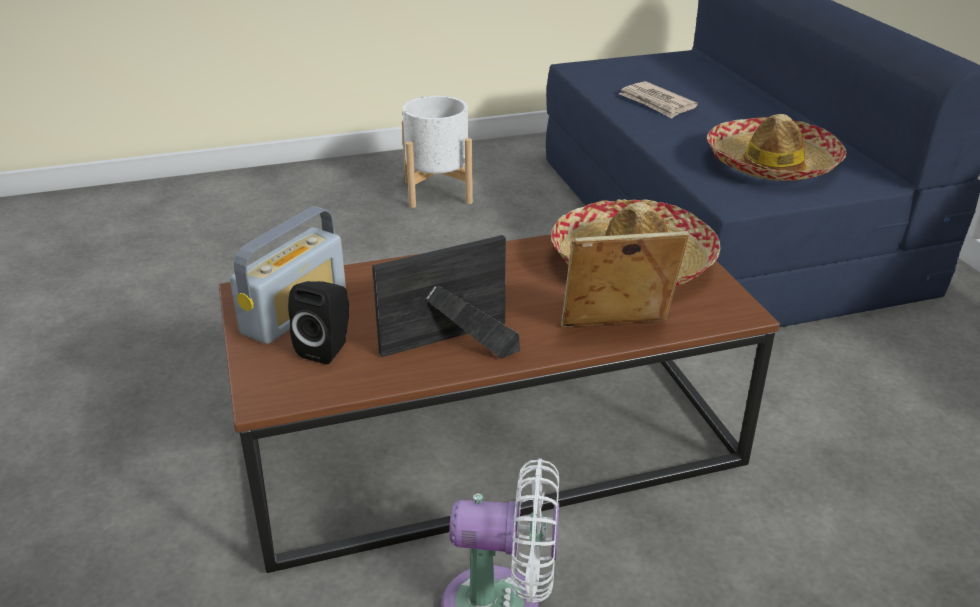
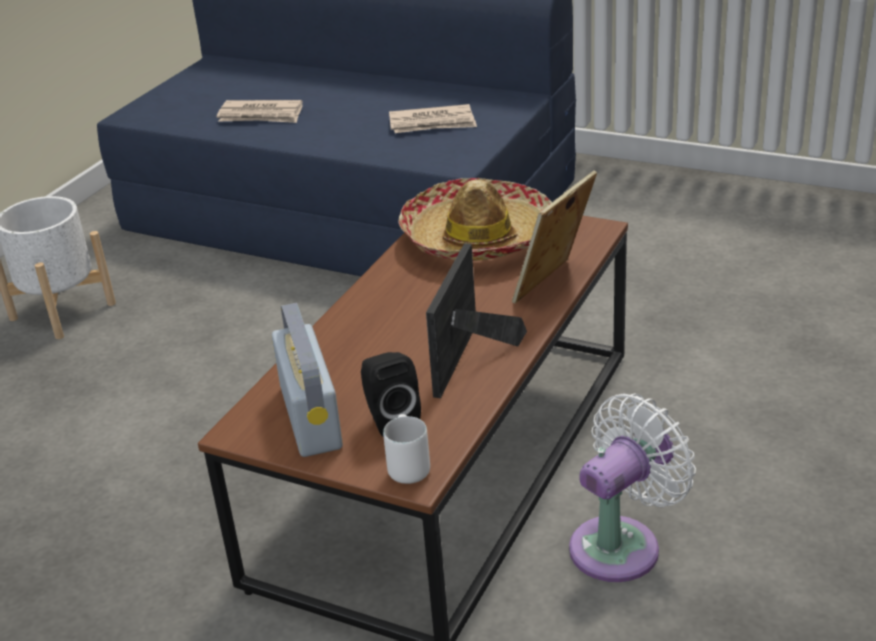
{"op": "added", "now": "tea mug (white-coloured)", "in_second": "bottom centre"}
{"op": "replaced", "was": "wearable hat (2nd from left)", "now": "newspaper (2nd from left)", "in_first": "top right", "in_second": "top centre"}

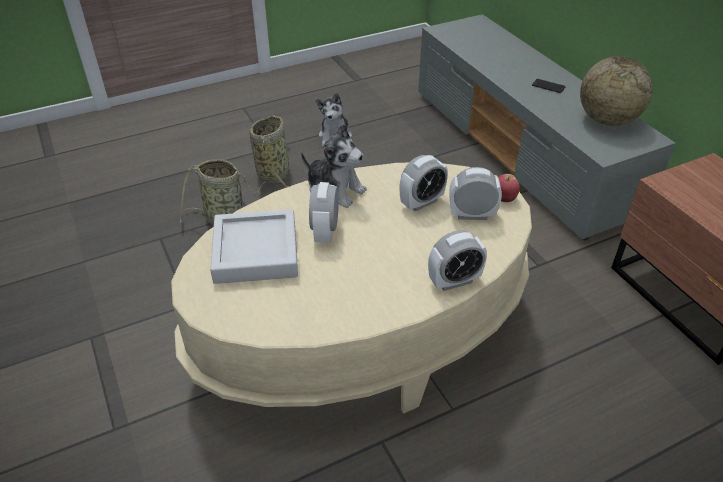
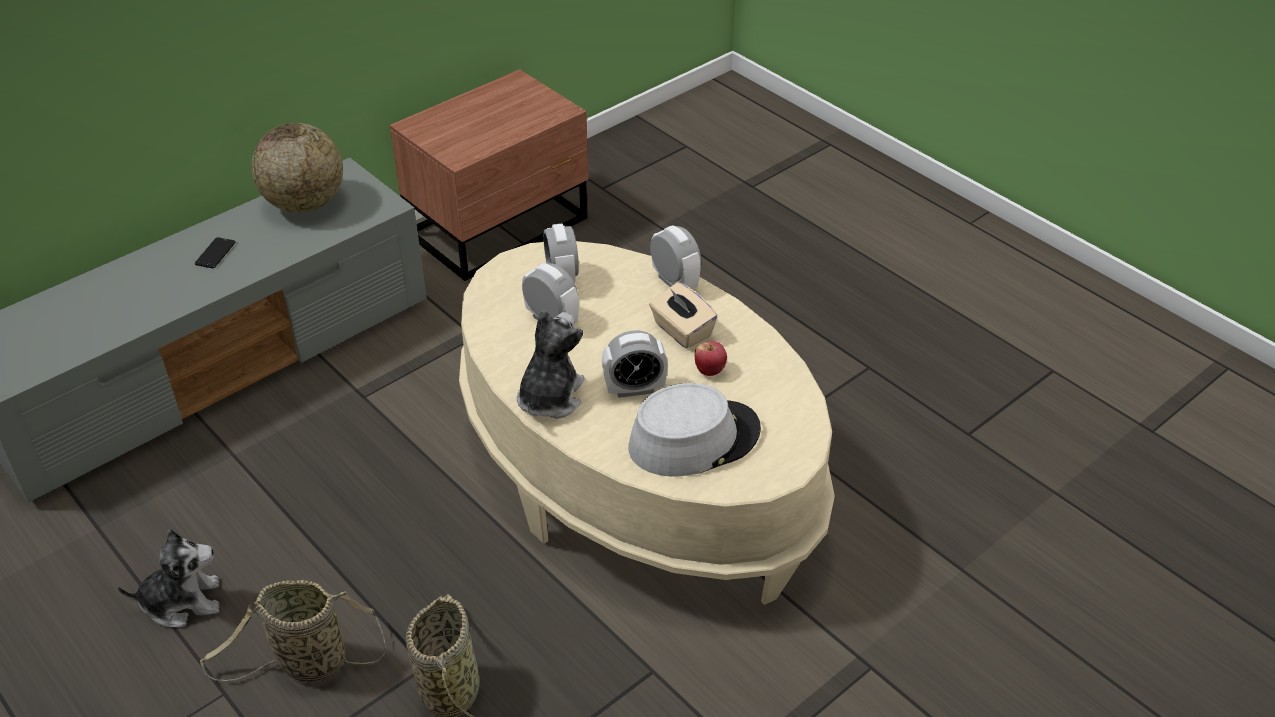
{"op": "added", "now": "tissue box (beige-coloured)", "in_second": "centre"}
{"op": "moved", "was": "whole apple", "in_first": "middle right", "in_second": "centre"}
{"op": "replaced", "was": "serving tray (grey)", "now": "wearable hat (grey)", "in_first": "centre", "in_second": "centre"}

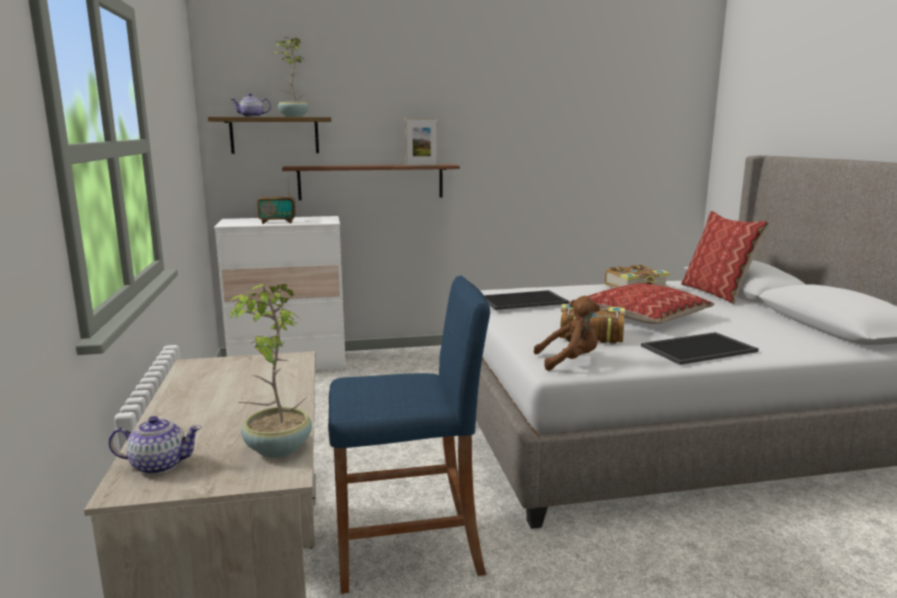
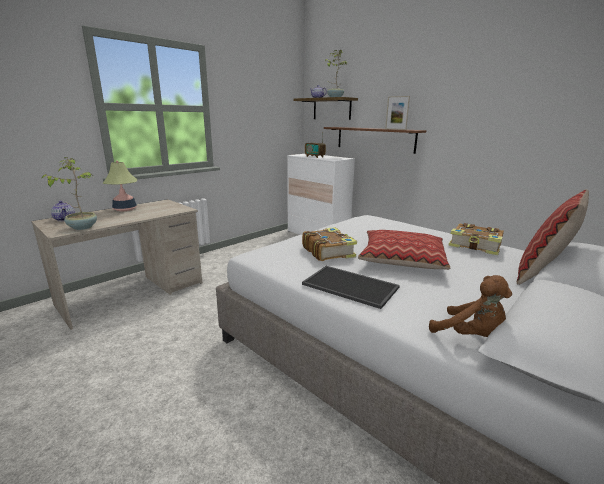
{"op": "removed", "was": "stool seat (blue)", "in_first": "bottom centre"}
{"op": "removed", "was": "serving tray (1st from left)", "in_first": "centre"}
{"op": "added", "now": "table lamp", "in_second": "middle left"}
{"op": "moved", "was": "soft toy (brown-coloured)", "in_first": "centre", "in_second": "middle right"}

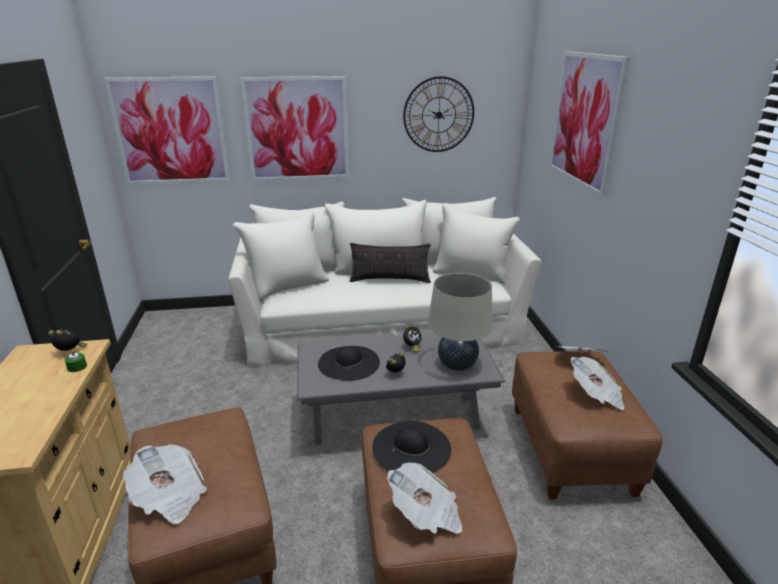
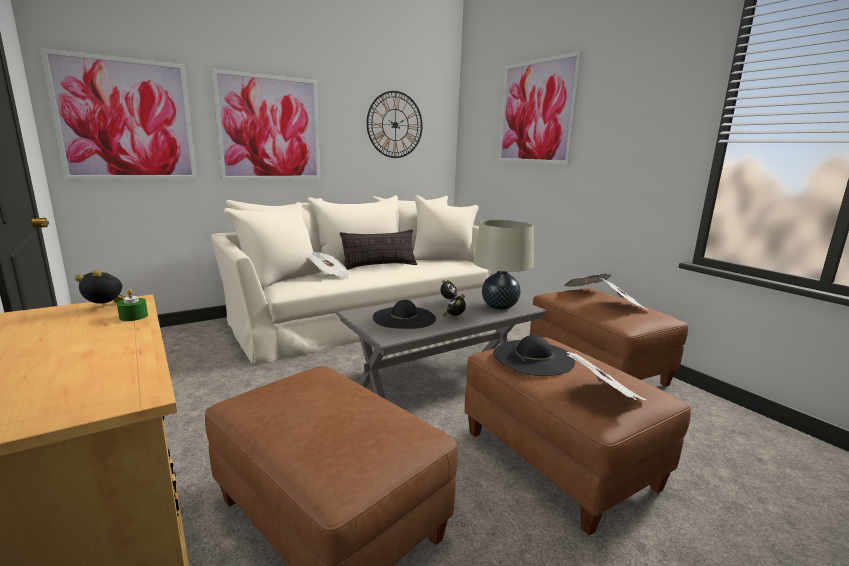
{"op": "moved", "was": "newspaper (1st from left)", "in_first": "bottom left", "in_second": "centre"}

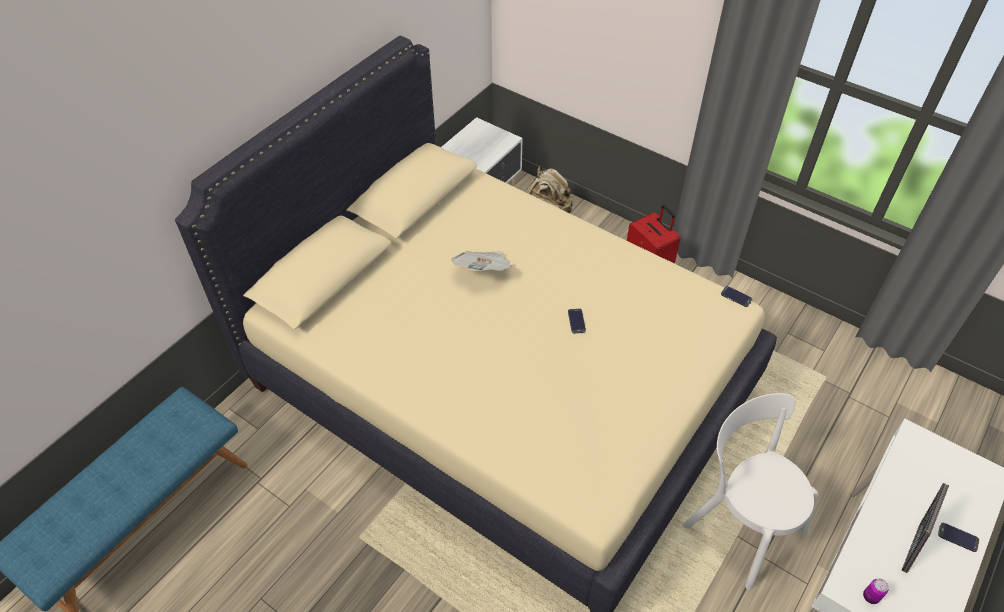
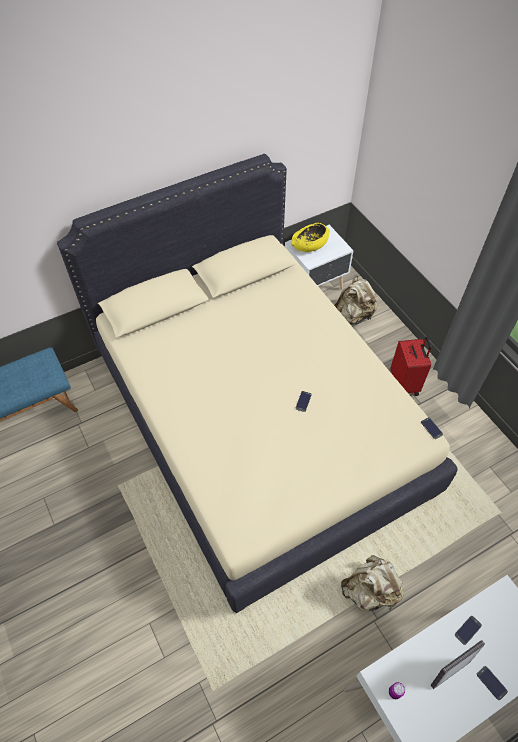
{"op": "removed", "was": "newspaper", "in_first": "centre"}
{"op": "added", "now": "serving bowl (yellowish)", "in_second": "top centre"}
{"op": "added", "now": "telephone (3rd from left)", "in_second": "bottom right"}
{"op": "replaced", "was": "upright chair (white-coloured)", "now": "knapsack (beige-coloured) (2nd from left)", "in_first": "bottom right", "in_second": "bottom right"}

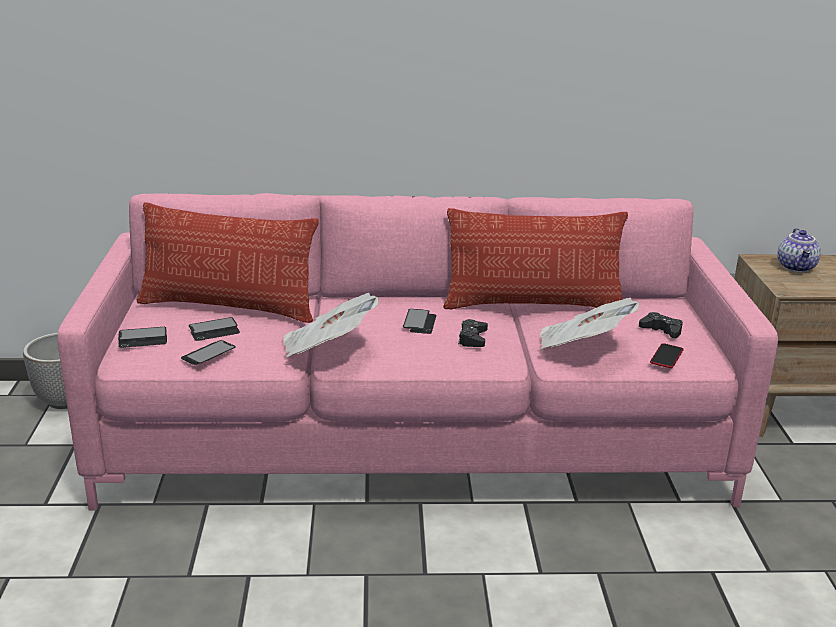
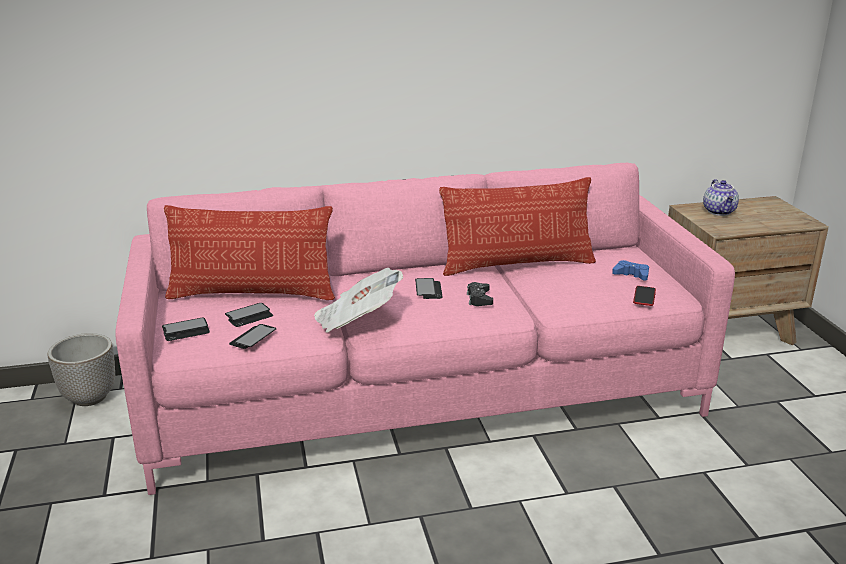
{"op": "removed", "was": "newspaper (2nd from left)", "in_first": "middle right"}
{"op": "recoloured", "was": "joypad (black) (2nd from left)", "now": "joypad (blue)", "in_first": "middle right", "in_second": "middle right"}

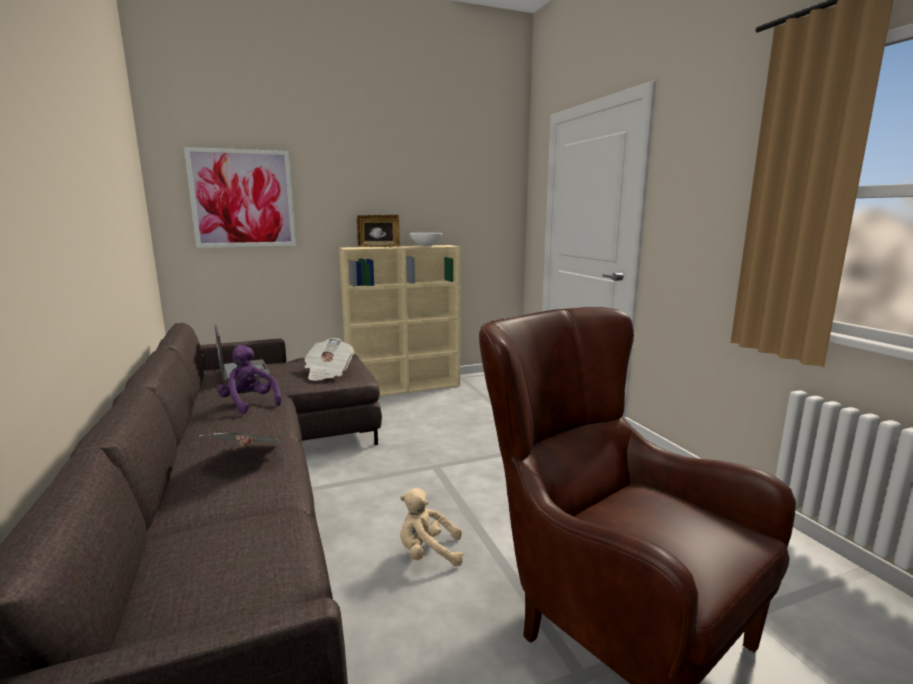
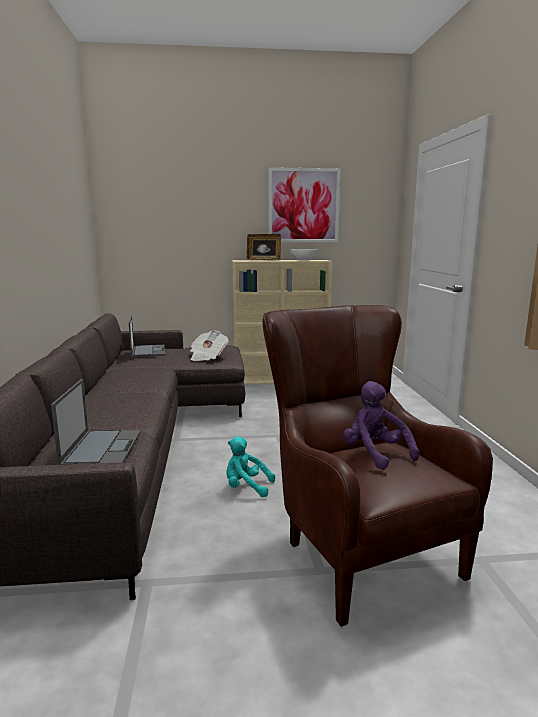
{"op": "removed", "was": "newspaper (1st from left)", "in_first": "middle left"}
{"op": "added", "now": "portable computer (1st from left)", "in_second": "middle left"}
{"op": "moved", "was": "picture", "in_first": "top left", "in_second": "top centre"}
{"op": "moved", "was": "soft toy (purple-coloured)", "in_first": "middle left", "in_second": "middle right"}
{"op": "recoloured", "was": "soft toy (beige-coloured)", "now": "soft toy (turquoise)", "in_first": "bottom centre", "in_second": "centre"}

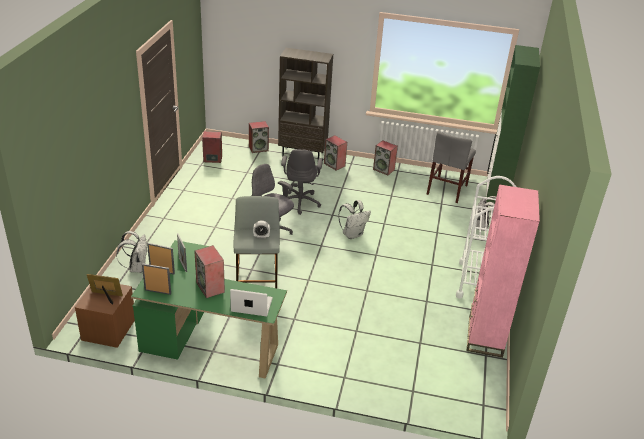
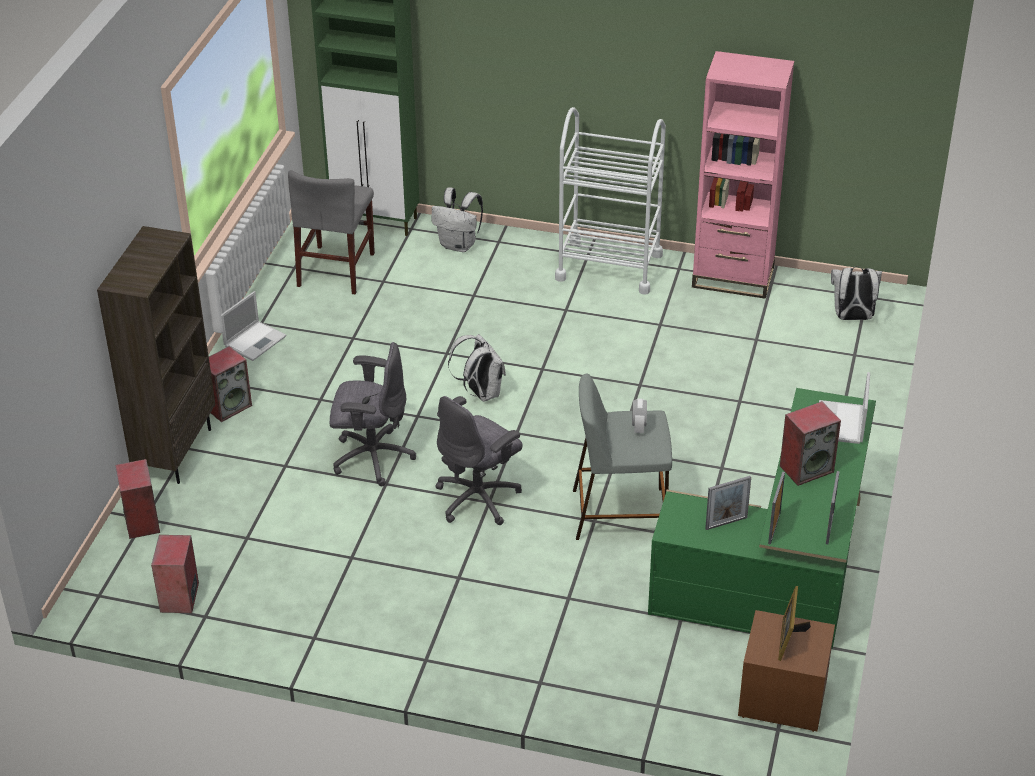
{"op": "moved", "was": "knapsack (white-coloured) (1st from left in the first image)", "now": "knapsack (white-coloured) (3rd from left)", "in_first": "middle left", "in_second": "middle right"}
{"op": "replaced", "was": "audio speaker (5th from left)", "now": "portable computer (1st from left)", "in_first": "centre", "in_second": "middle left"}
{"op": "turned", "was": "upright chair (grey)", "in_first": "middle right", "in_second": "top left", "clockwise": 75}

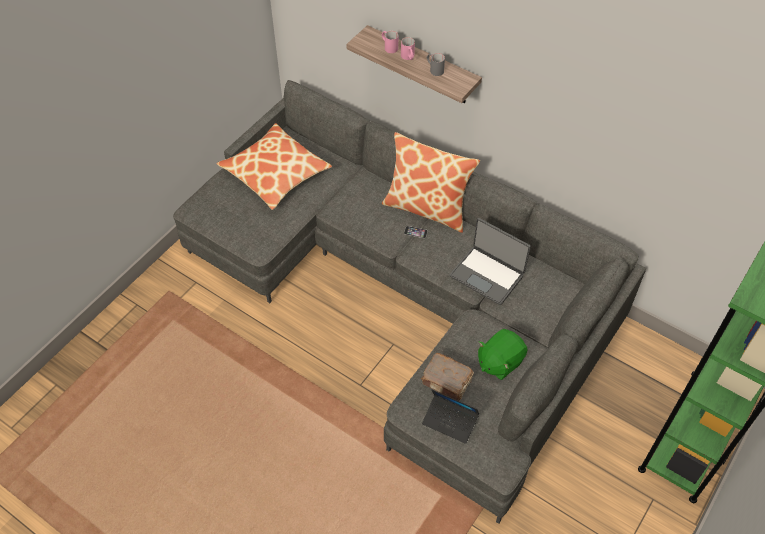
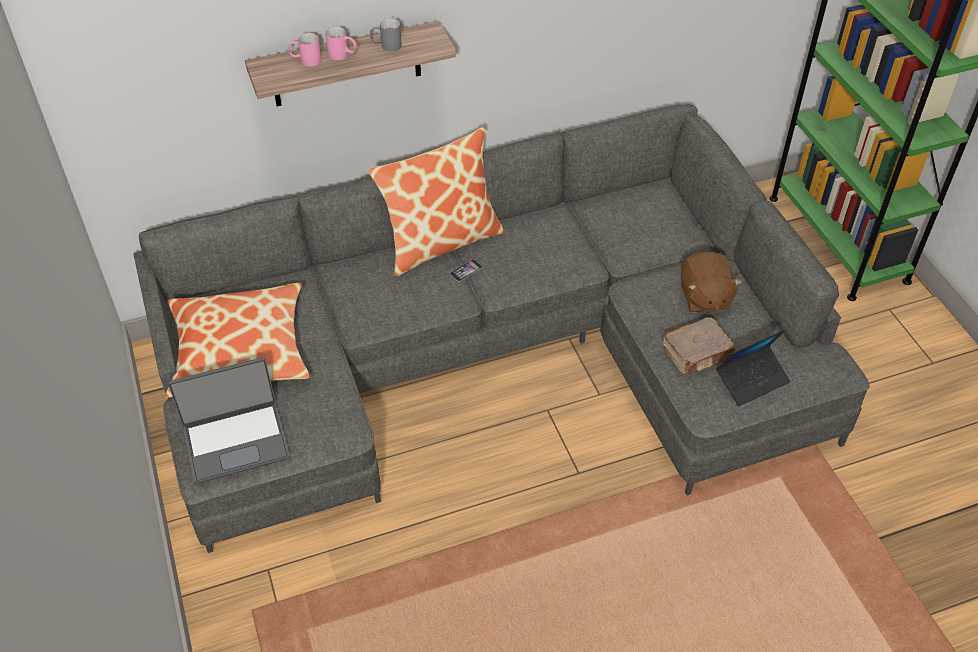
{"op": "moved", "was": "portable computer (2nd from left in the first image)", "now": "portable computer (1st from left)", "in_first": "centre", "in_second": "middle left"}
{"op": "recoloured", "was": "soft toy (green-coloured)", "now": "soft toy (brown-coloured)", "in_first": "centre", "in_second": "middle right"}

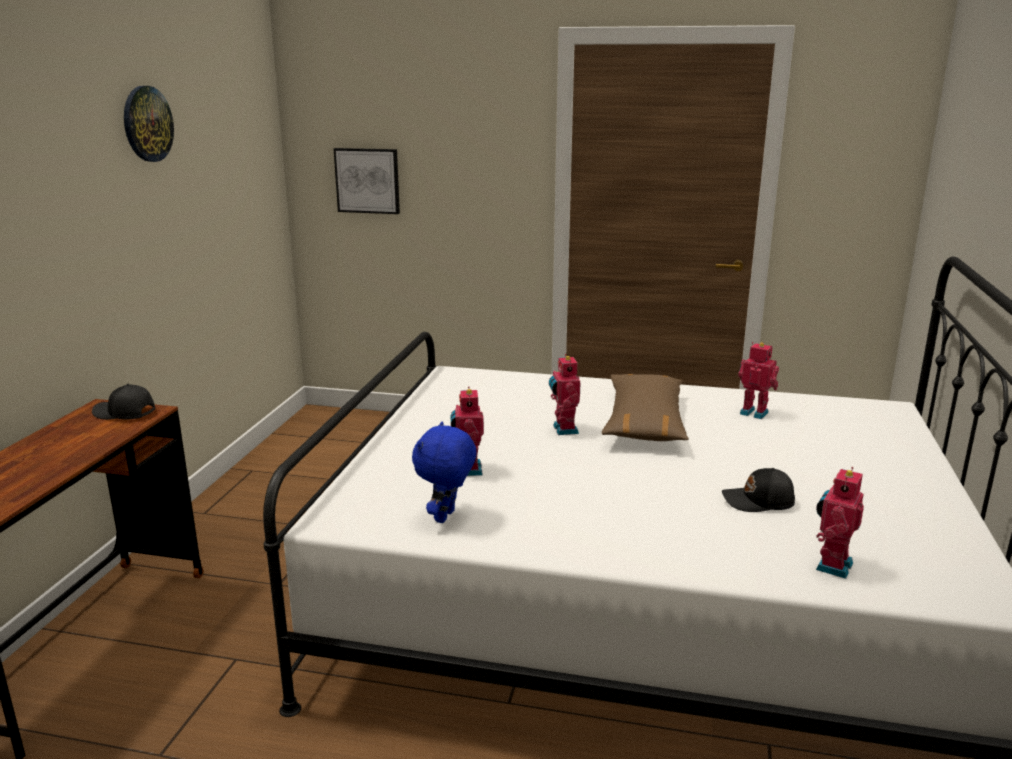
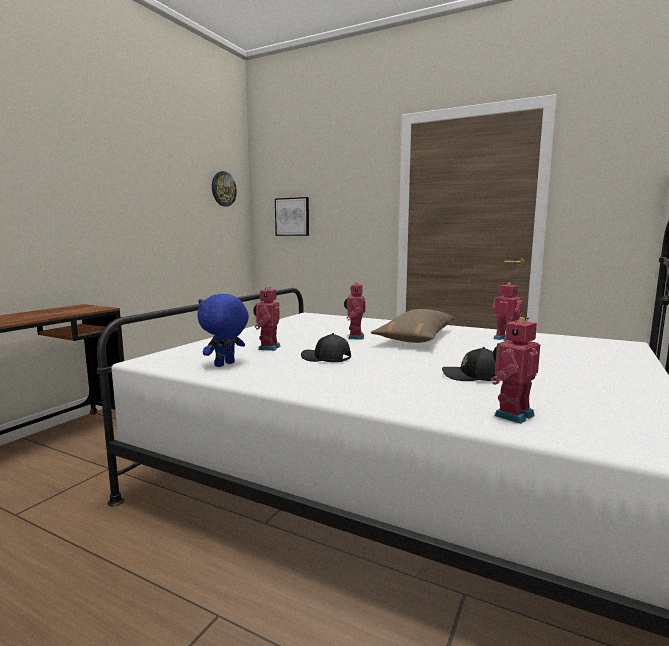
{"op": "moved", "was": "cap (black) (1st from left)", "in_first": "middle left", "in_second": "centre"}
{"op": "moved", "was": "hanging clock", "in_first": "top left", "in_second": "top centre"}

